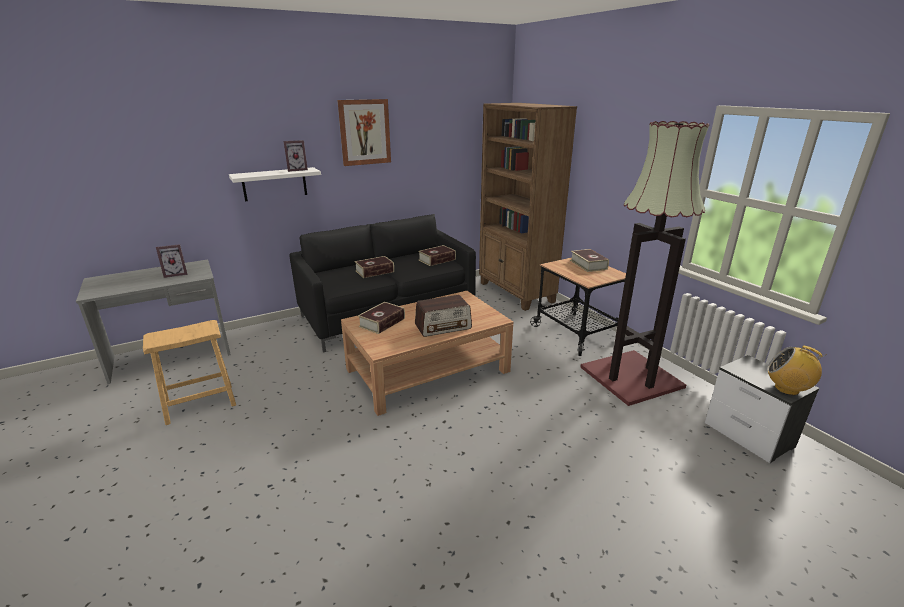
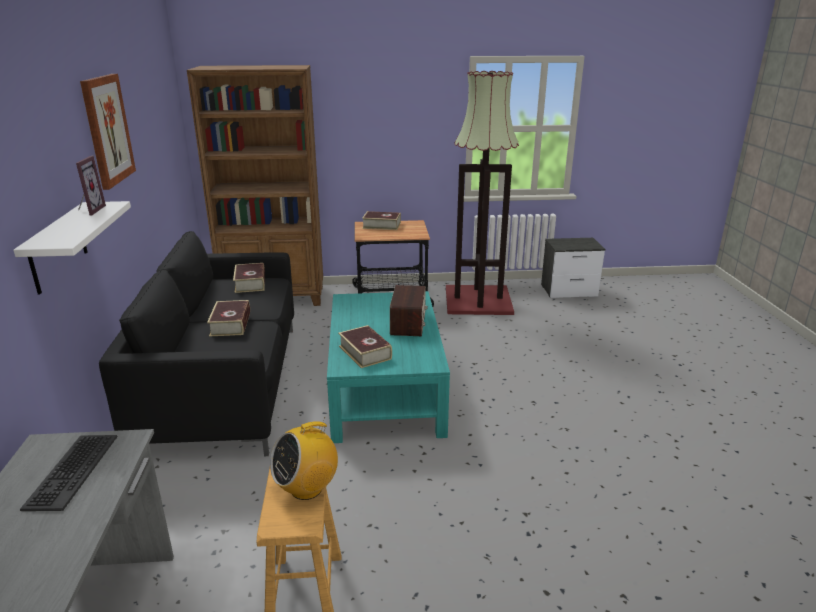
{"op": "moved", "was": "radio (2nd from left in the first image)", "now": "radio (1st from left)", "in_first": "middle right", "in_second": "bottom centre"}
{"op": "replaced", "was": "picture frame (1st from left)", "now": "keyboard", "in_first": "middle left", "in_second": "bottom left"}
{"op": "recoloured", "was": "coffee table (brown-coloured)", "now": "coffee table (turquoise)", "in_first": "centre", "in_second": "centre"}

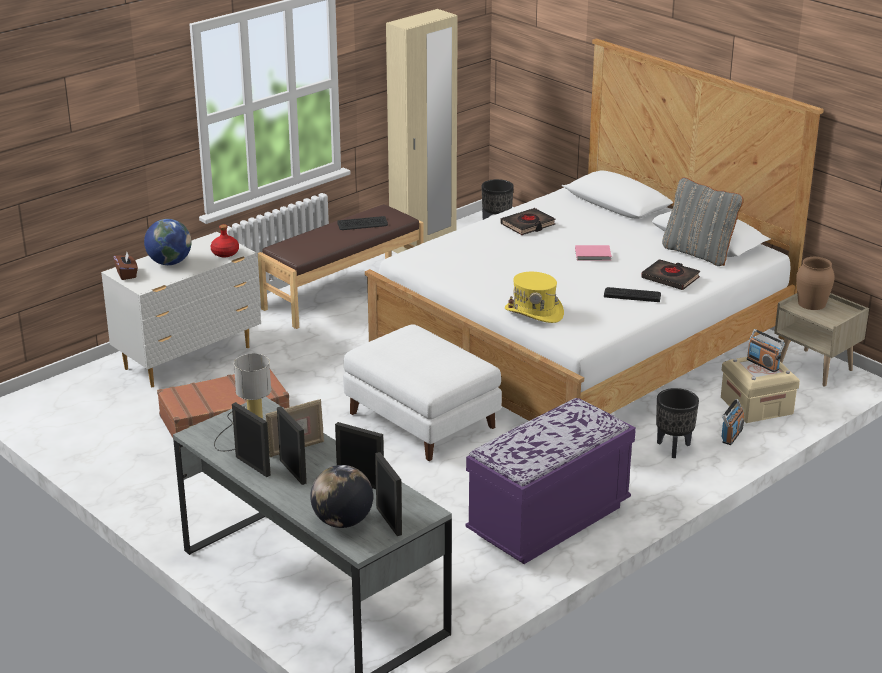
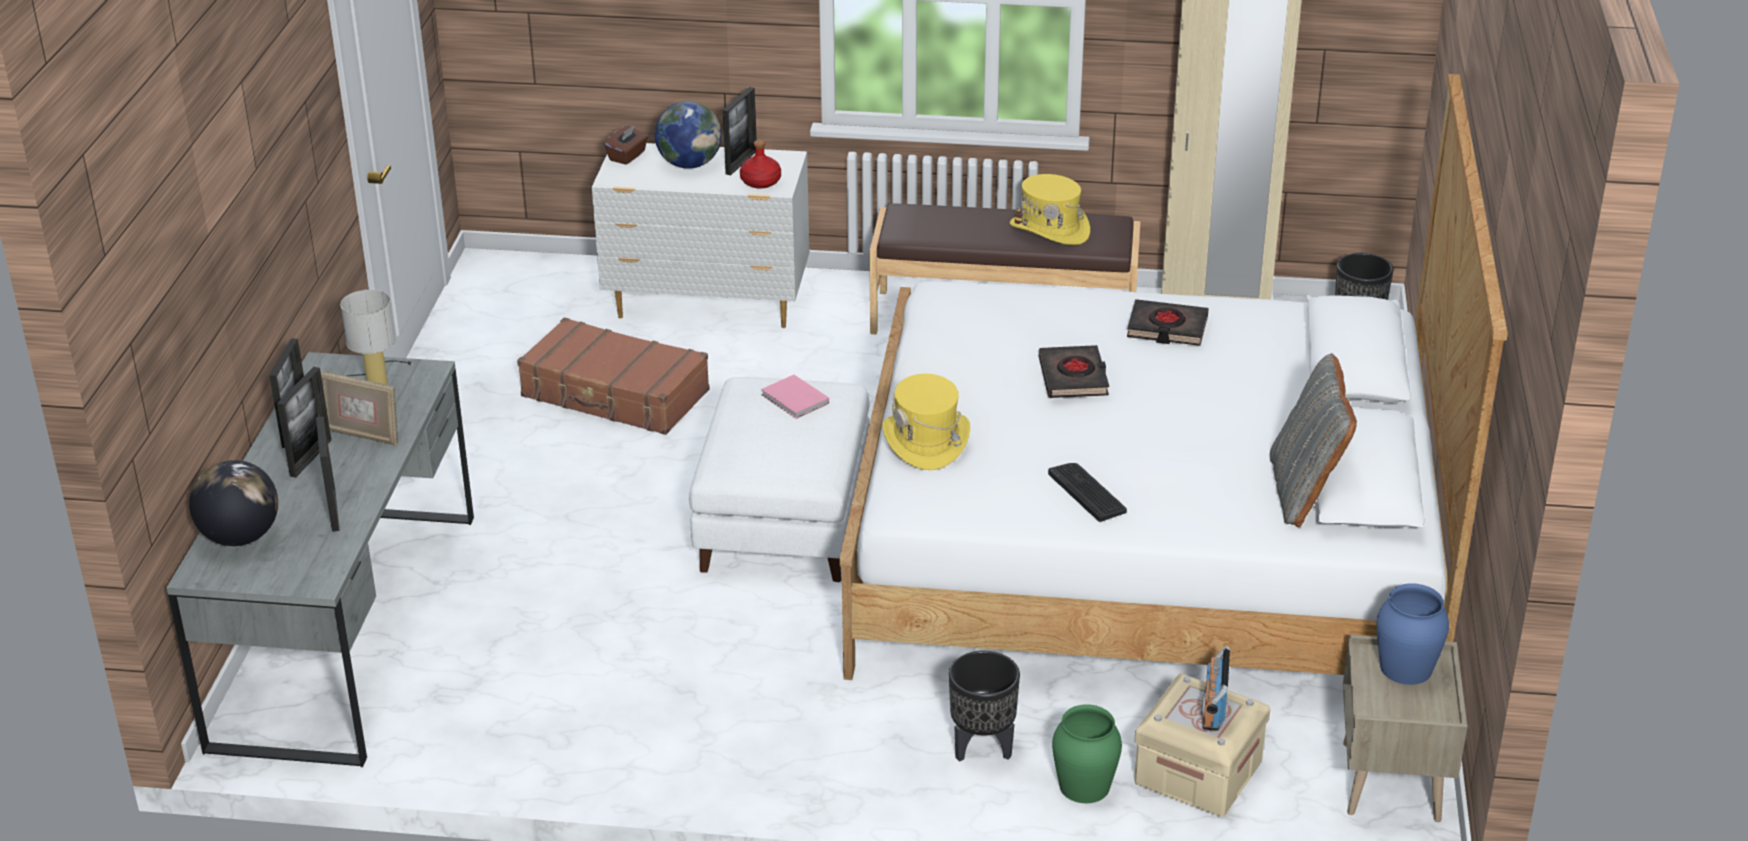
{"op": "removed", "was": "long seat (purple-coloured)", "in_first": "bottom centre"}
{"op": "moved", "was": "picture frame (5th from left)", "in_first": "bottom centre", "in_second": "top centre"}
{"op": "moved", "was": "bound book (pinkish)", "in_first": "middle right", "in_second": "centre"}
{"op": "moved", "was": "bound book (black) (2nd from left in the first image)", "now": "bound book (black) (1st from left)", "in_first": "middle right", "in_second": "centre"}
{"op": "replaced", "was": "keyboard (1st from left)", "now": "wearable hat (yellowish) (2nd from left)", "in_first": "top centre", "in_second": "top centre"}
{"op": "replaced", "was": "radio (1st from left)", "now": "vase (green-coloured)", "in_first": "middle right", "in_second": "bottom centre"}
{"op": "recoloured", "was": "vase (brown-coloured)", "now": "vase (blue)", "in_first": "middle right", "in_second": "bottom right"}

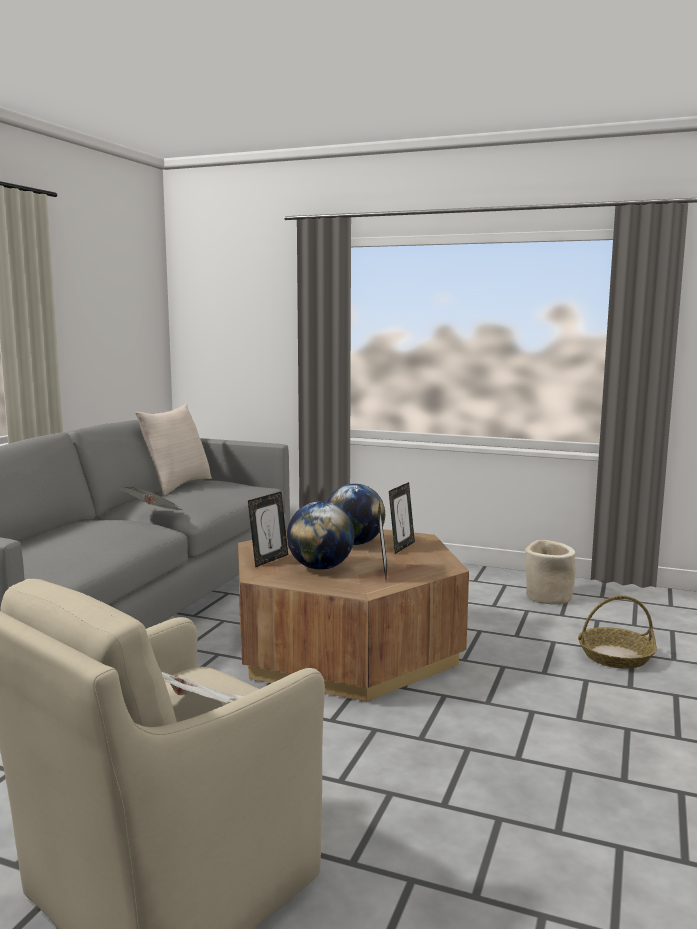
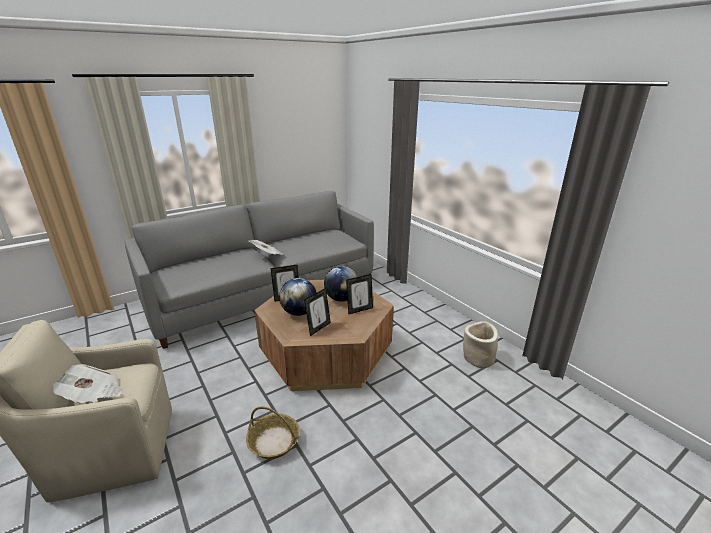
{"op": "removed", "was": "pillow (beige-coloured)", "in_first": "middle left"}
{"op": "moved", "was": "household basket", "in_first": "bottom right", "in_second": "bottom centre"}

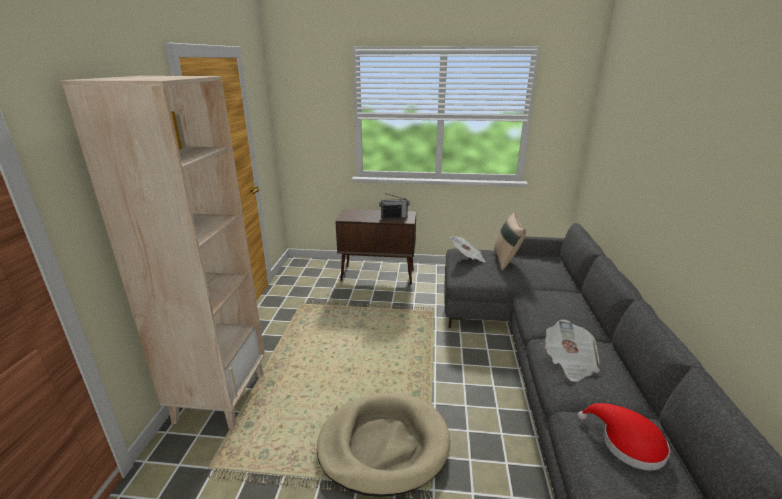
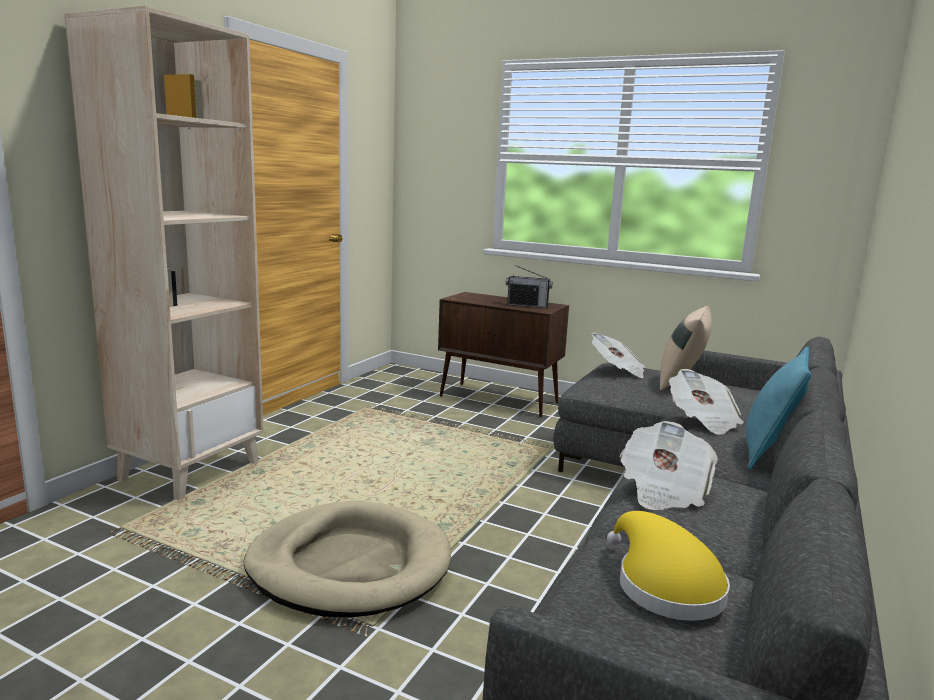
{"op": "added", "now": "newspaper (3rd from left)", "in_second": "middle right"}
{"op": "added", "now": "pillow (turquoise)", "in_second": "middle right"}
{"op": "recoloured", "was": "wearable hat (red-coloured)", "now": "wearable hat (yellowish)", "in_first": "bottom right", "in_second": "bottom right"}

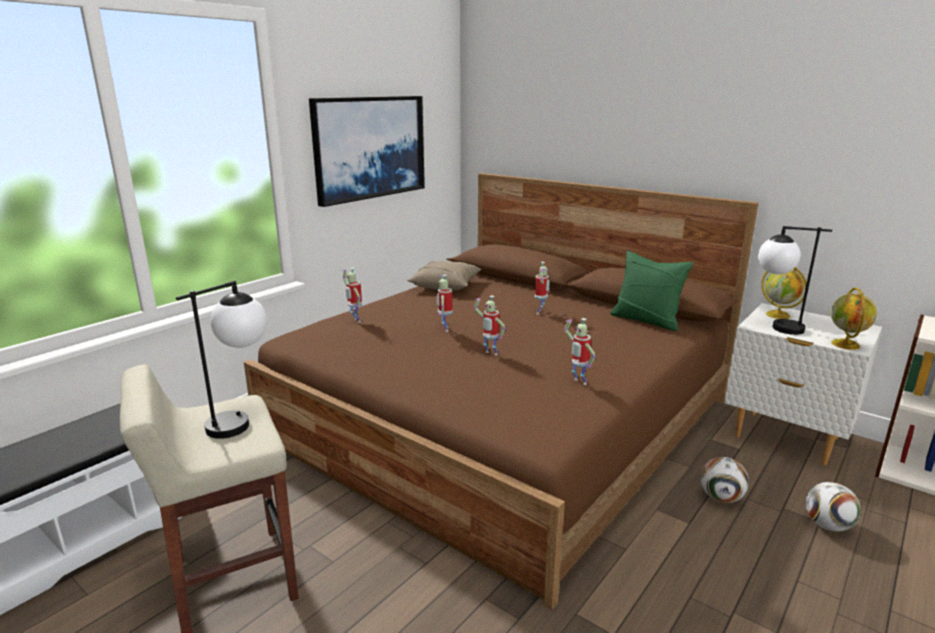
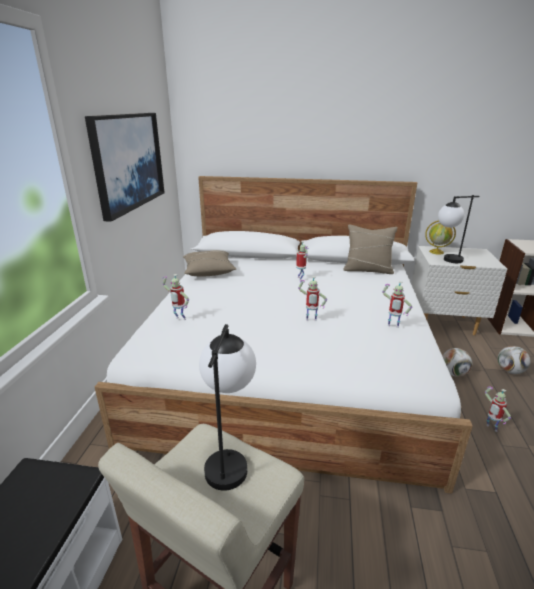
{"op": "removed", "was": "desk globe (2nd from left)", "in_first": "middle right"}
{"op": "moved", "was": "robot figure (2nd from left in the first image)", "now": "robot figure (5th from left)", "in_first": "centre", "in_second": "bottom right"}
{"op": "recoloured", "was": "sleeping bed (brown-coloured)", "now": "sleeping bed (white-coloured)", "in_first": "centre", "in_second": "centre"}
{"op": "recoloured", "was": "pillow (green-coloured)", "now": "pillow (beige-coloured) (2nd from left)", "in_first": "middle right", "in_second": "middle right"}

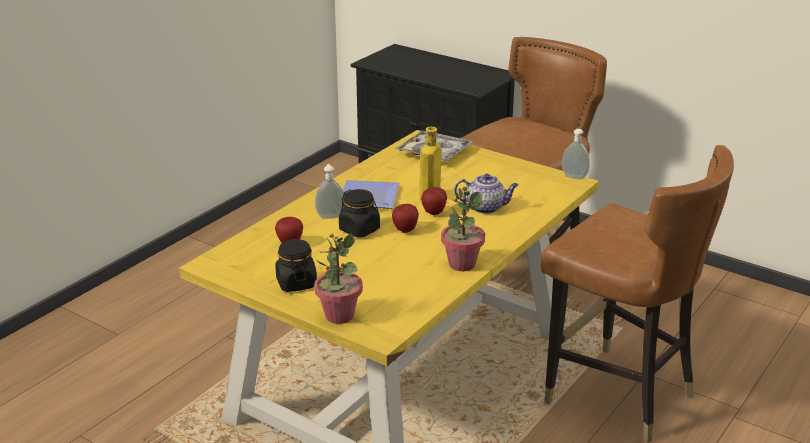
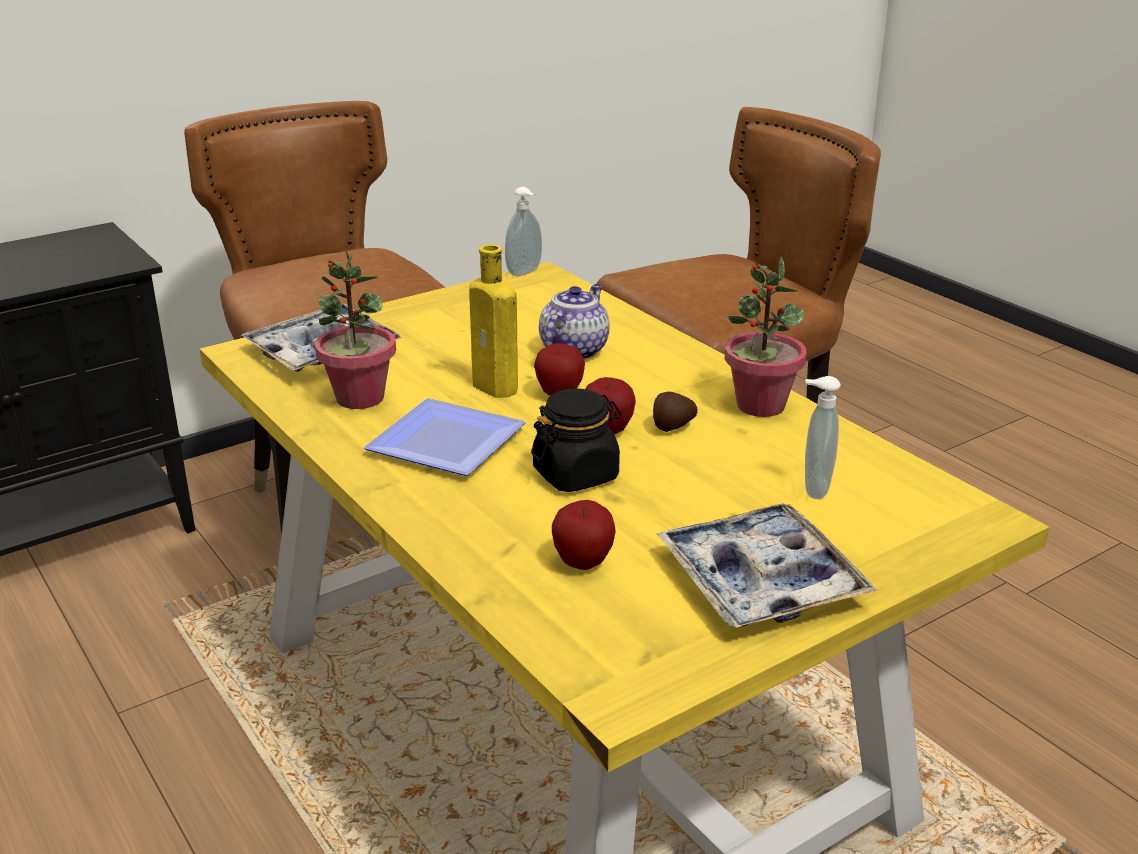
{"op": "added", "now": "potato", "in_second": "centre"}
{"op": "moved", "was": "houseplant (1st from left)", "in_first": "centre", "in_second": "middle left"}
{"op": "moved", "was": "soap dispenser (1st from left in the first image)", "now": "soap dispenser (2nd from left)", "in_first": "centre", "in_second": "middle right"}
{"op": "replaced", "was": "storage jar (black) (1st from left)", "now": "serving tray (2nd from left)", "in_first": "centre", "in_second": "middle right"}

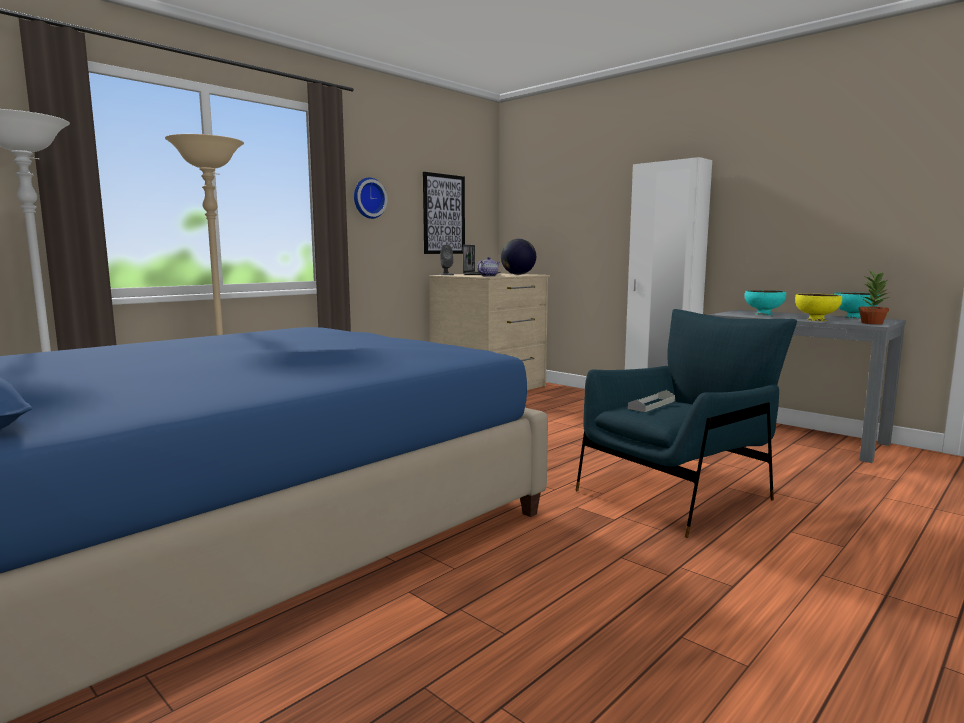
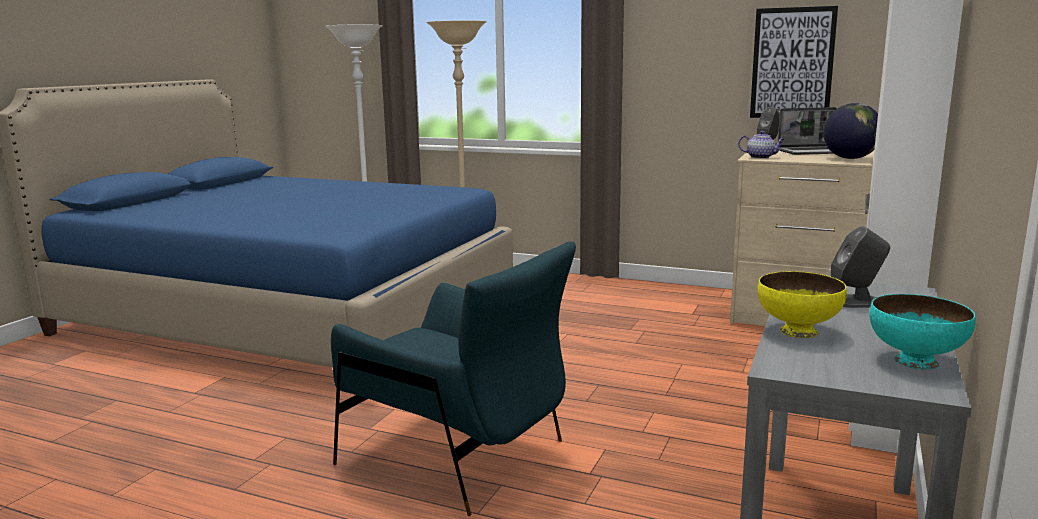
{"op": "removed", "was": "hanging clock", "in_first": "top centre"}
{"op": "removed", "was": "serving tray (grey)", "in_first": "middle right"}
{"op": "removed", "was": "houseplant", "in_first": "middle right"}
{"op": "replaced", "was": "serving bowl (turquoise) (1st from left)", "now": "audio speaker (grey) (2nd from left)", "in_first": "middle right", "in_second": "middle right"}

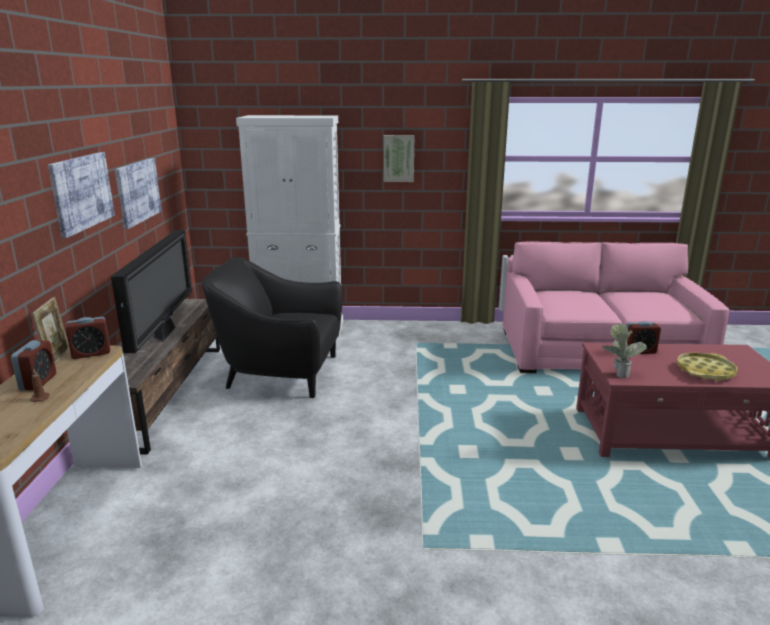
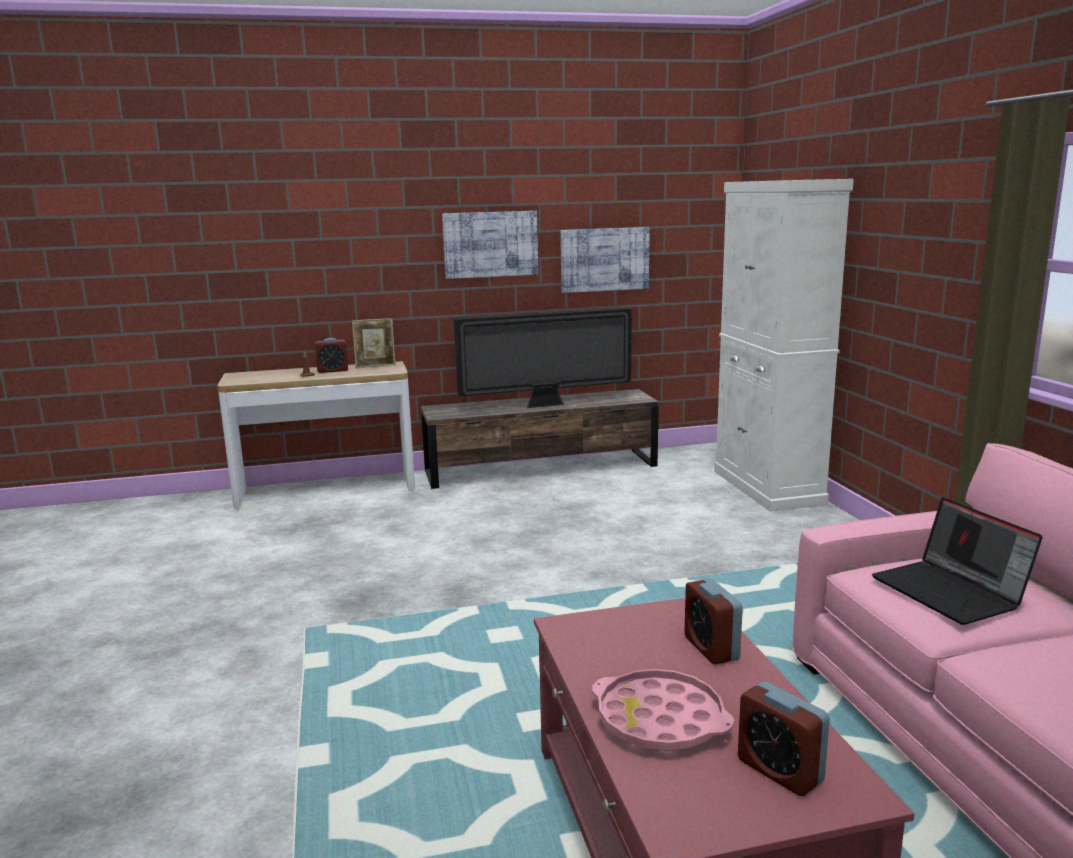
{"op": "removed", "was": "easy chair (black)", "in_first": "centre"}
{"op": "removed", "was": "picture (3rd from left)", "in_first": "top centre"}
{"op": "removed", "was": "houseplant", "in_first": "middle right"}
{"op": "added", "now": "portable computer", "in_second": "middle right"}
{"op": "moved", "was": "bedside clock (2nd from left in the first image)", "now": "bedside clock (3rd from left)", "in_first": "middle left", "in_second": "bottom right"}
{"op": "recoloured", "was": "serving tray (yellowish)", "now": "serving tray (pinkish)", "in_first": "middle right", "in_second": "bottom centre"}

